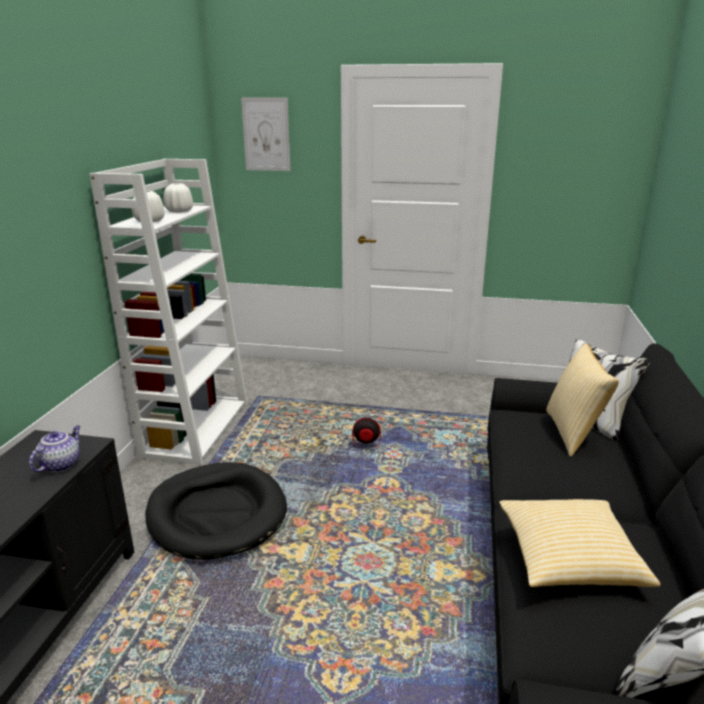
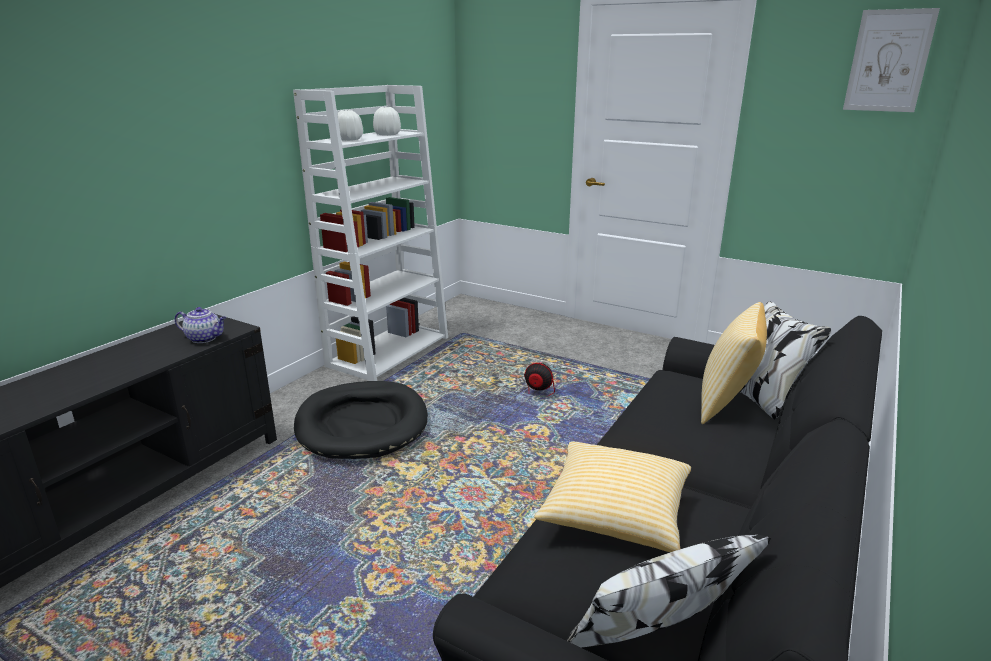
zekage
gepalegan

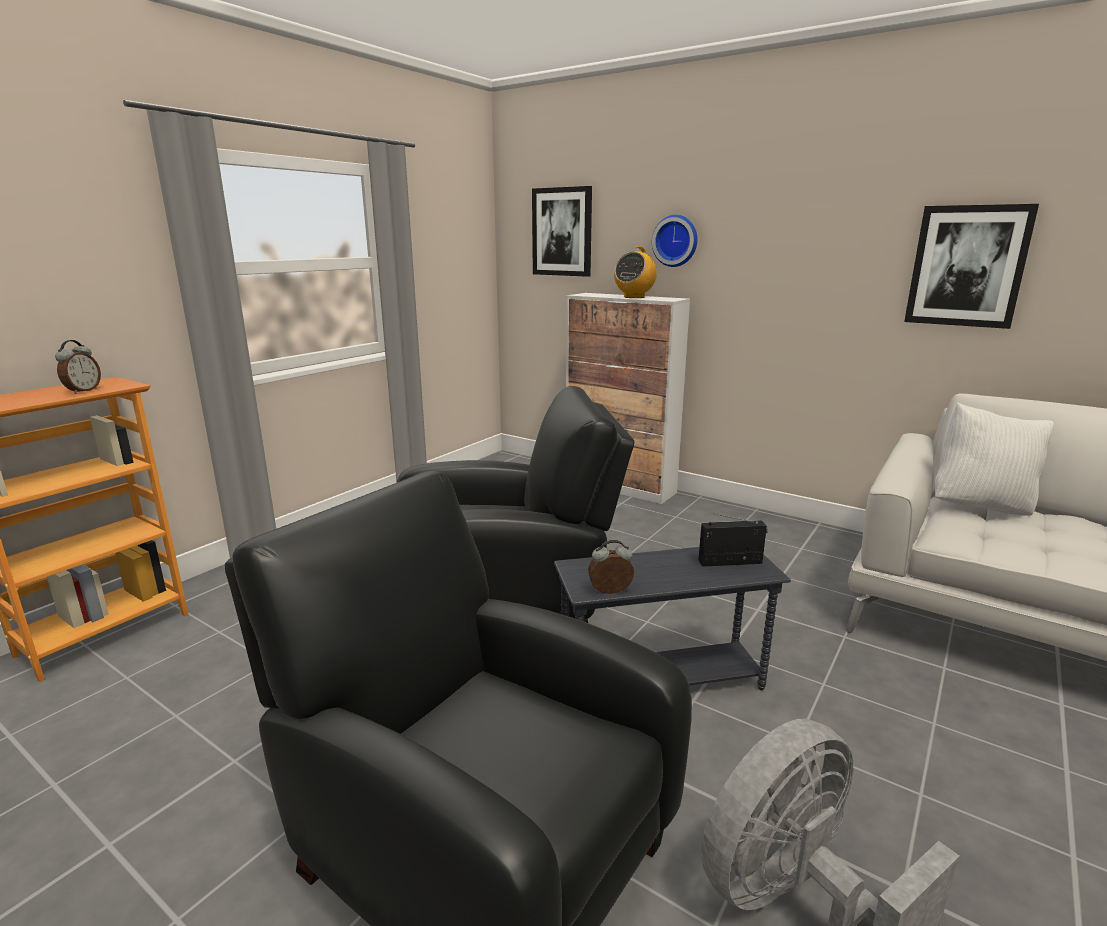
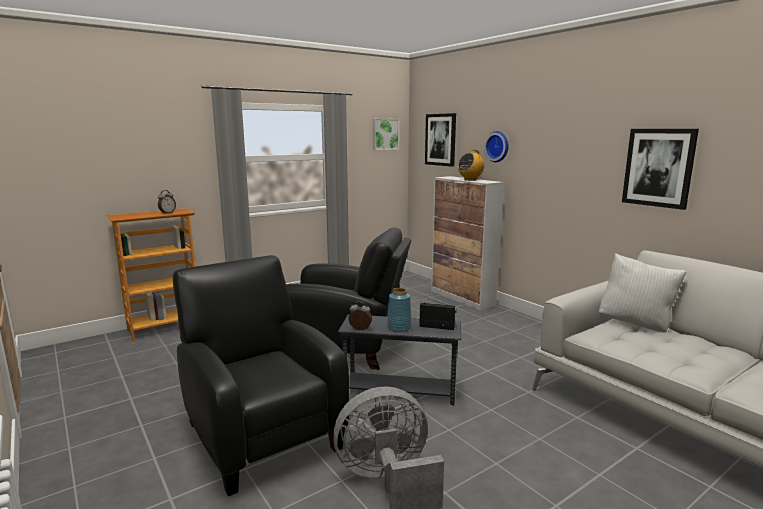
zekage (no. 1 from left)
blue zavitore

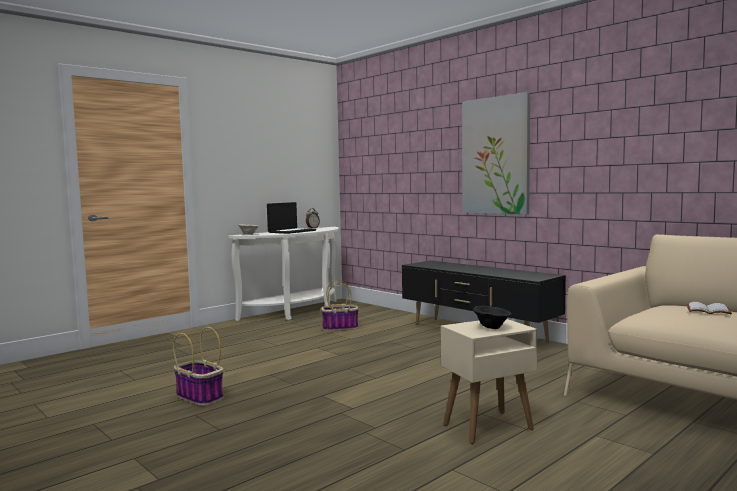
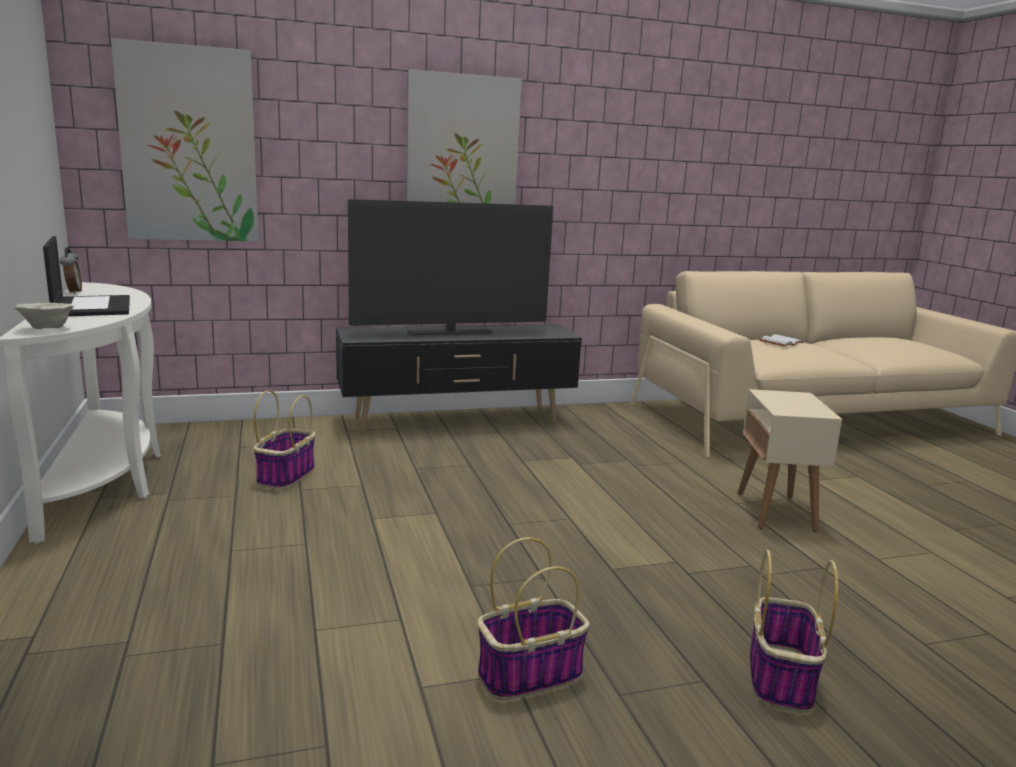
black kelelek
zekage (no. 1 from left)
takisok
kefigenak (no. 3 from left)

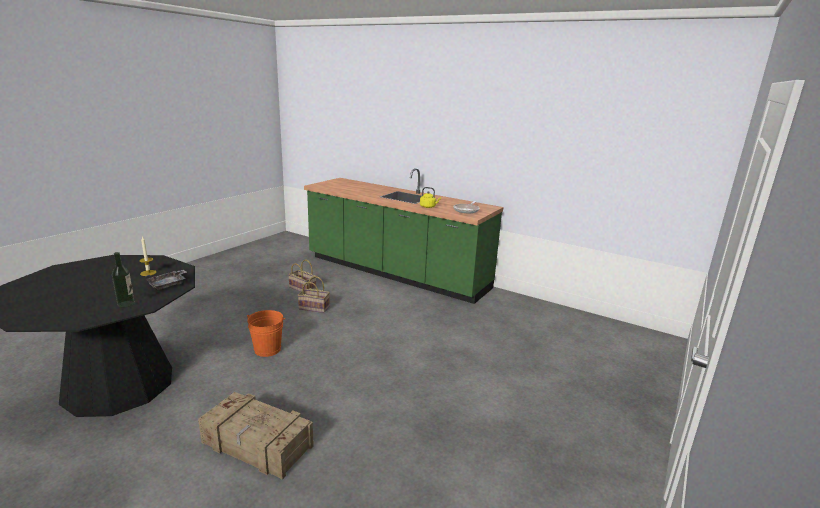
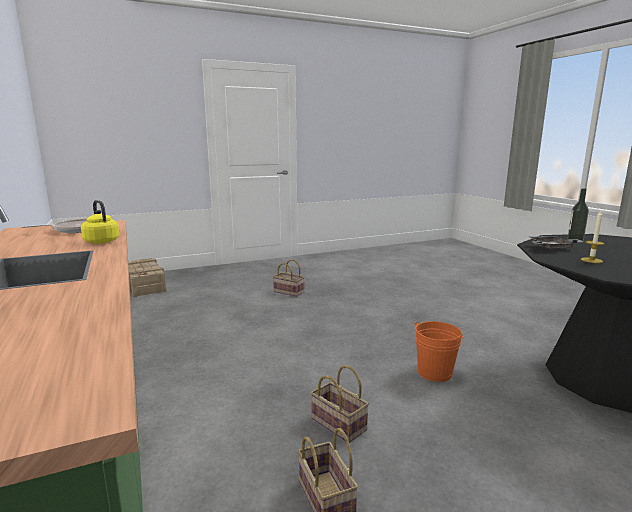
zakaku
kefigenak (no. 1 from left)

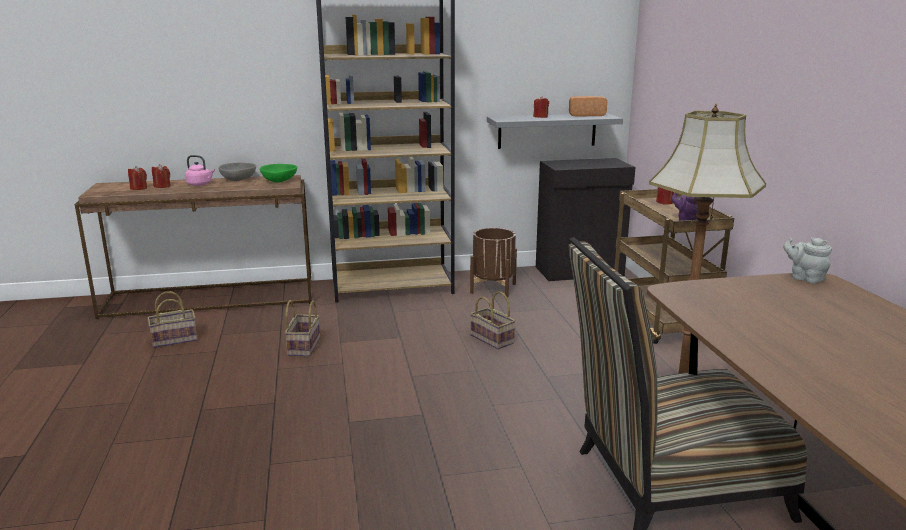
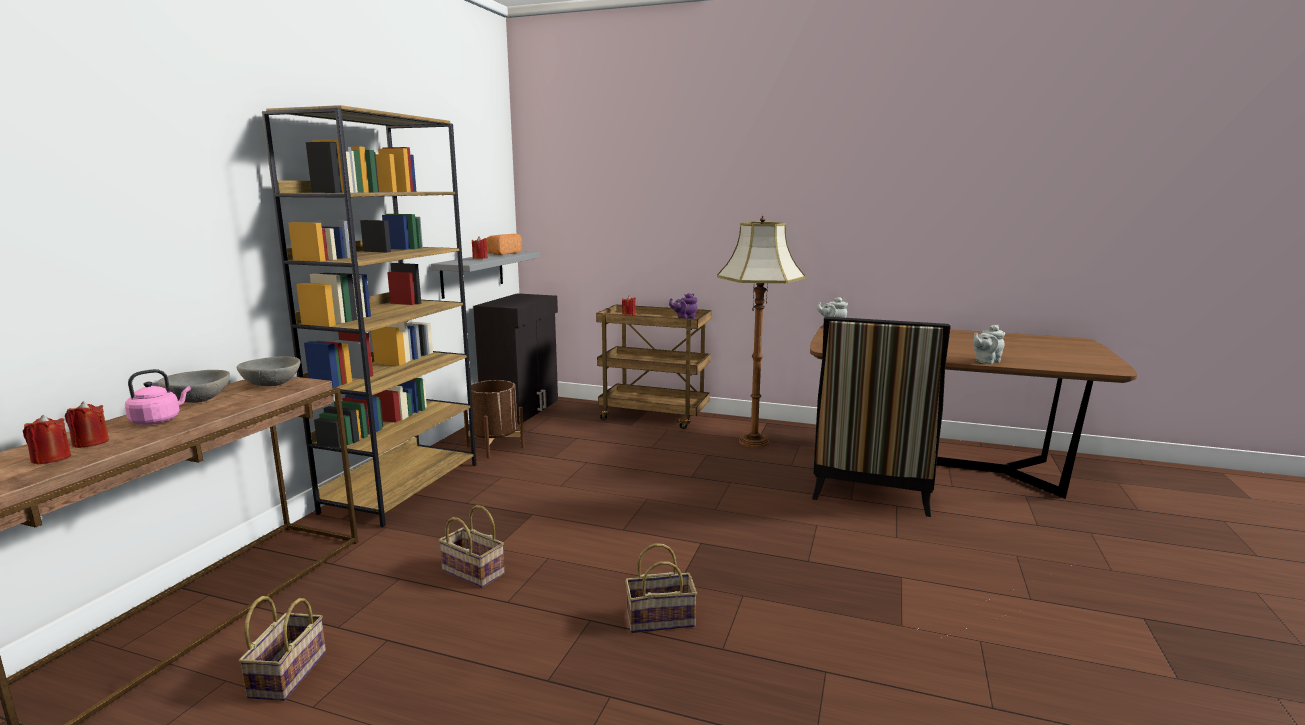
grey kelelek (no. 2 from left)
kefigenak (no. 3 from left)
grey gepalegan (no. 2 from left)

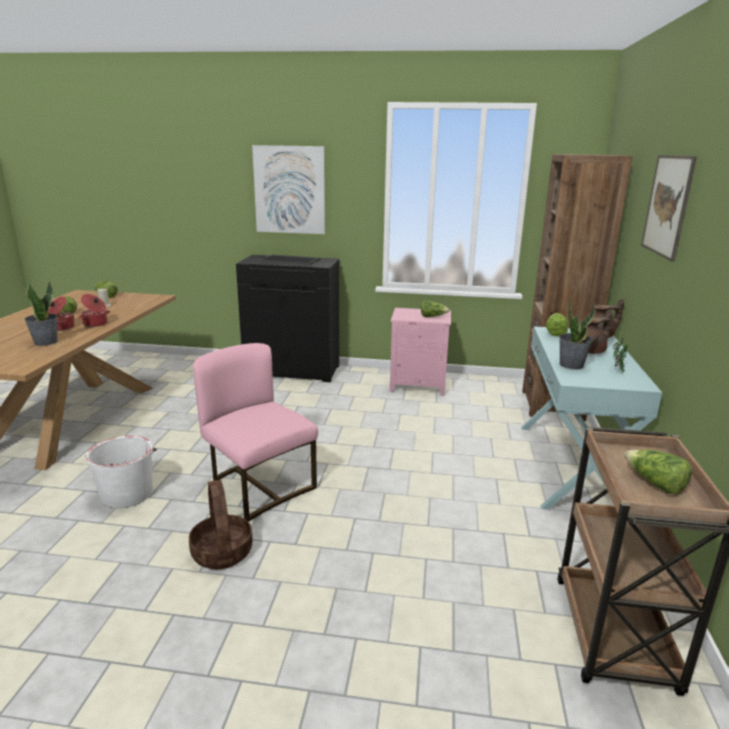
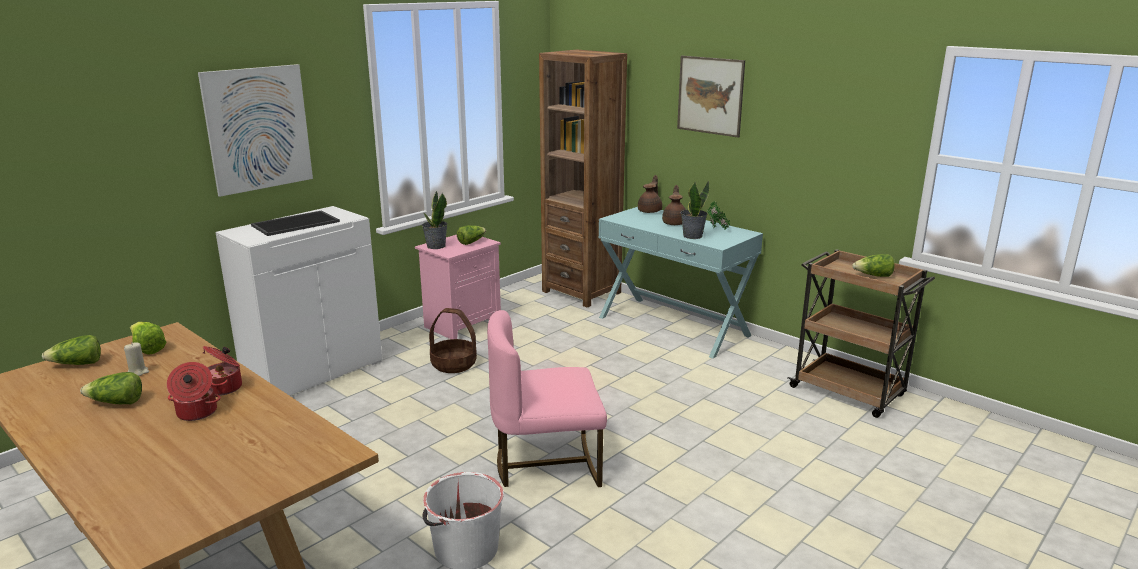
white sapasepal
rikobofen (no. 1 from left)
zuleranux (no. 3 from left)
kefigenak

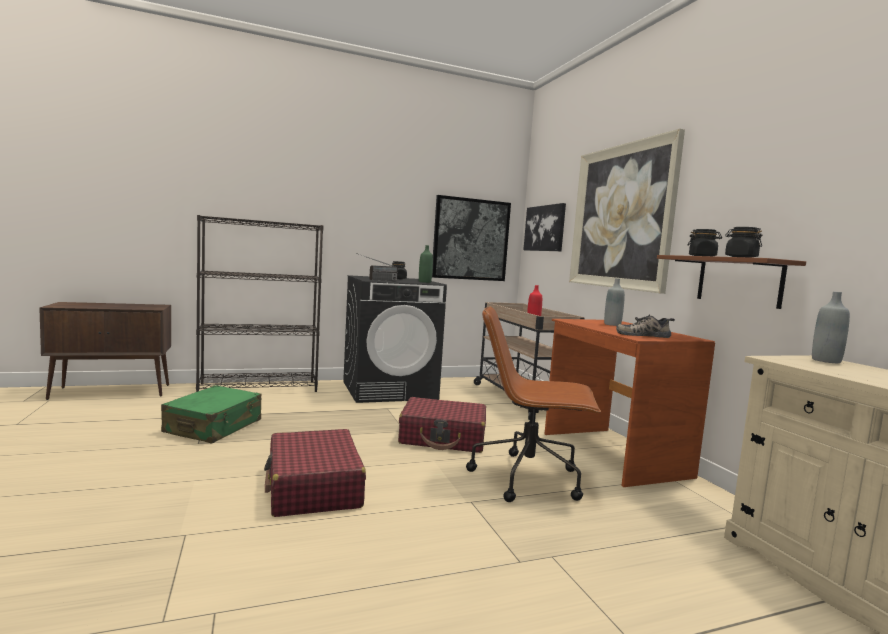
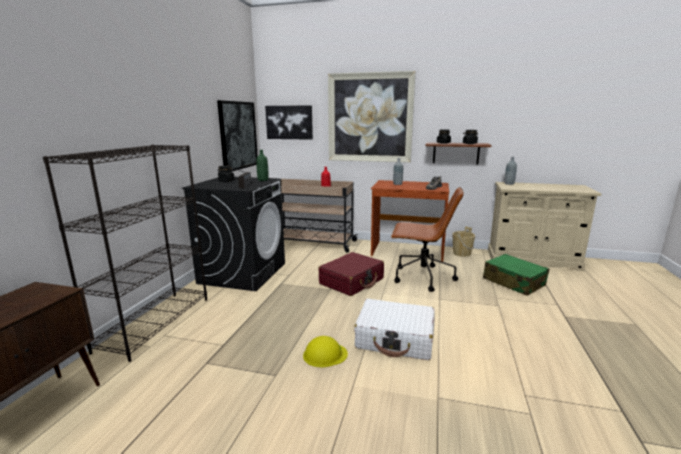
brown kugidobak
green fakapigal
white fakapigal
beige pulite
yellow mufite

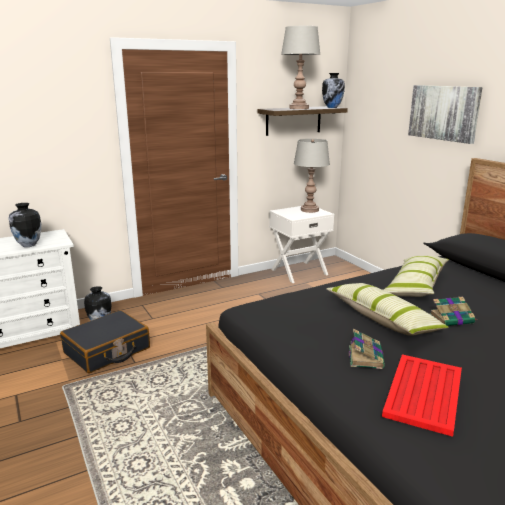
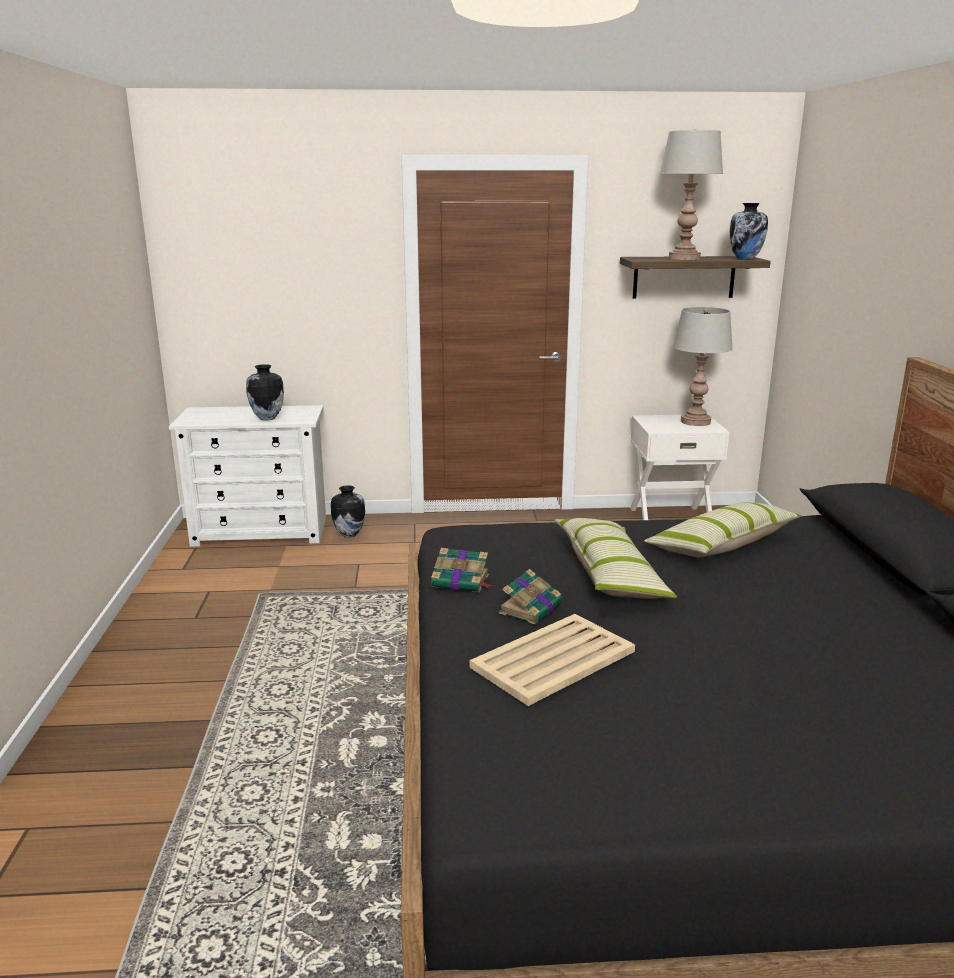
zekage
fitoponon (no. 1 from left)
black fakapigal
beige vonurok

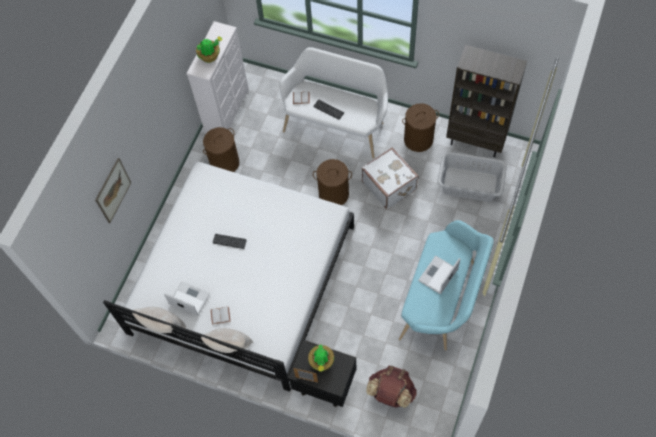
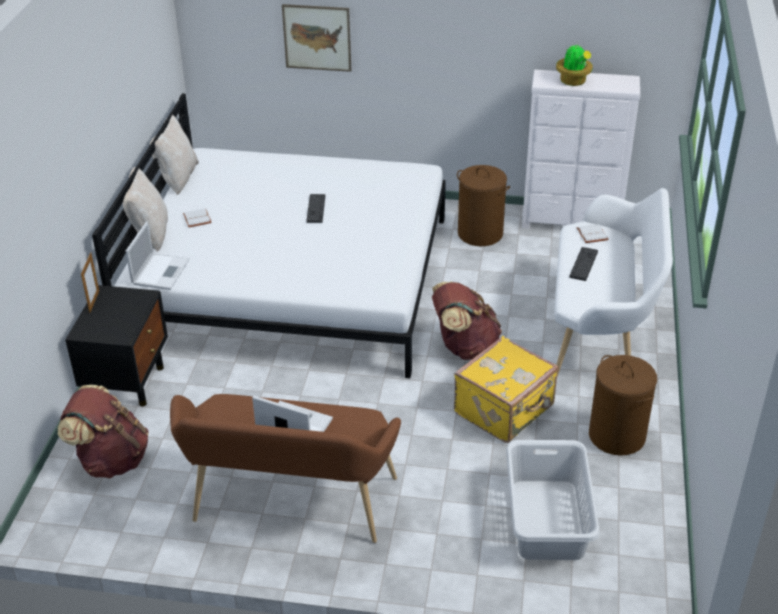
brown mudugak
yellow fakapigal
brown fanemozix (no. 2 from left)
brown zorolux
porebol (no. 1 from left)
rikobofen (no. 2 from left in the first image)

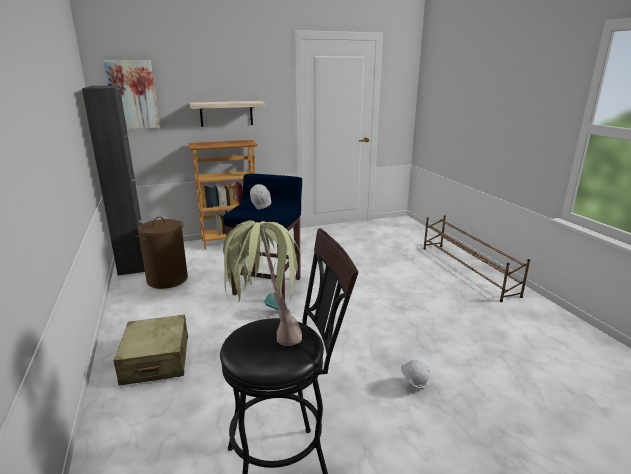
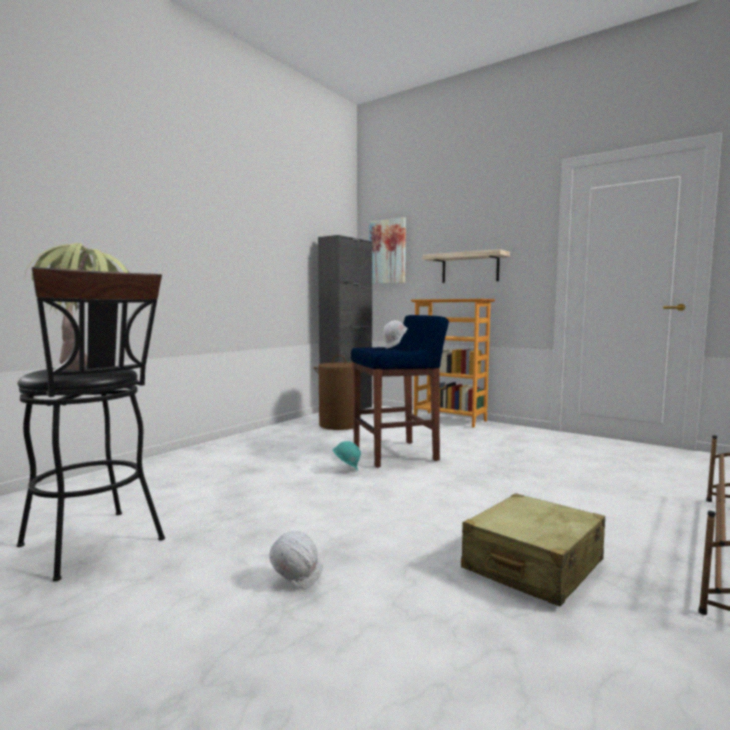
beige fakapigal

